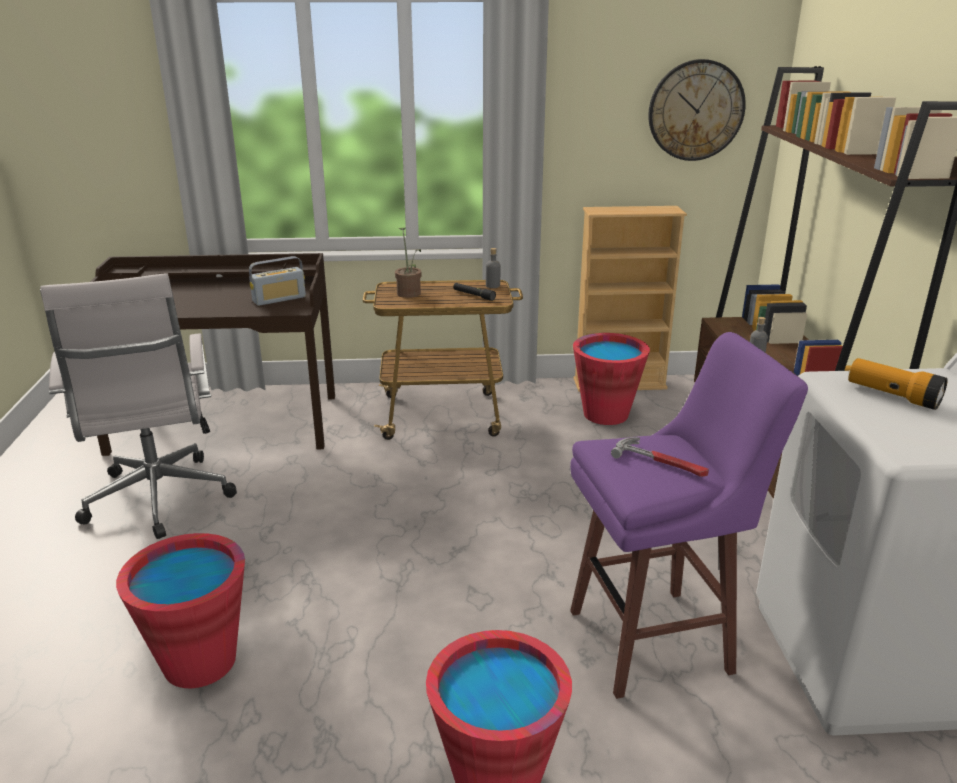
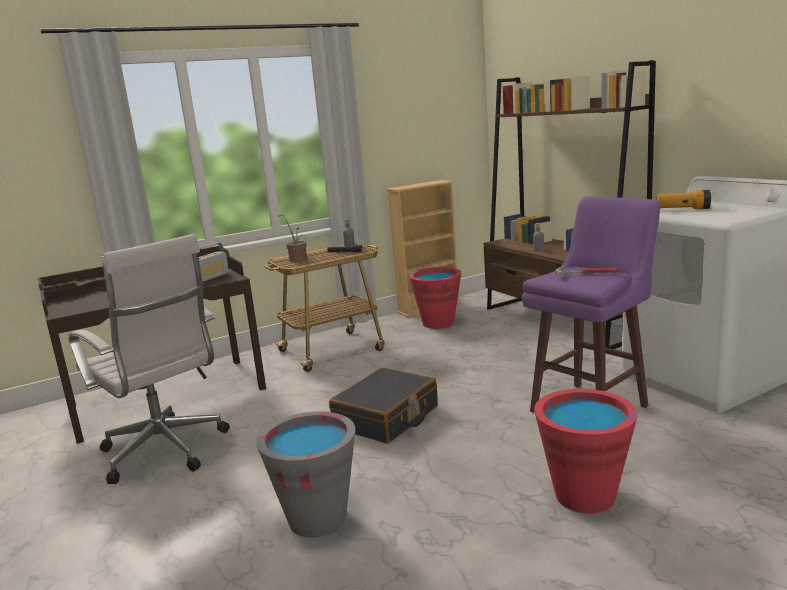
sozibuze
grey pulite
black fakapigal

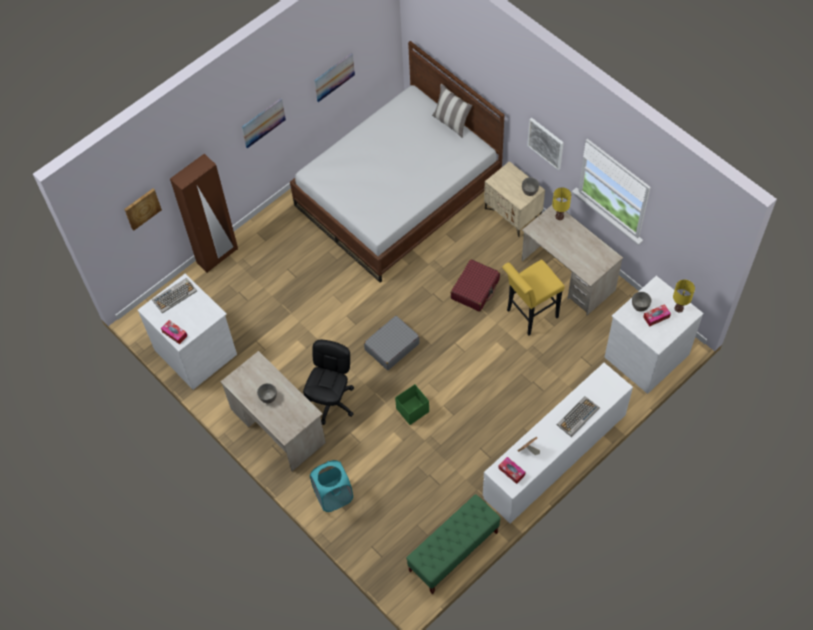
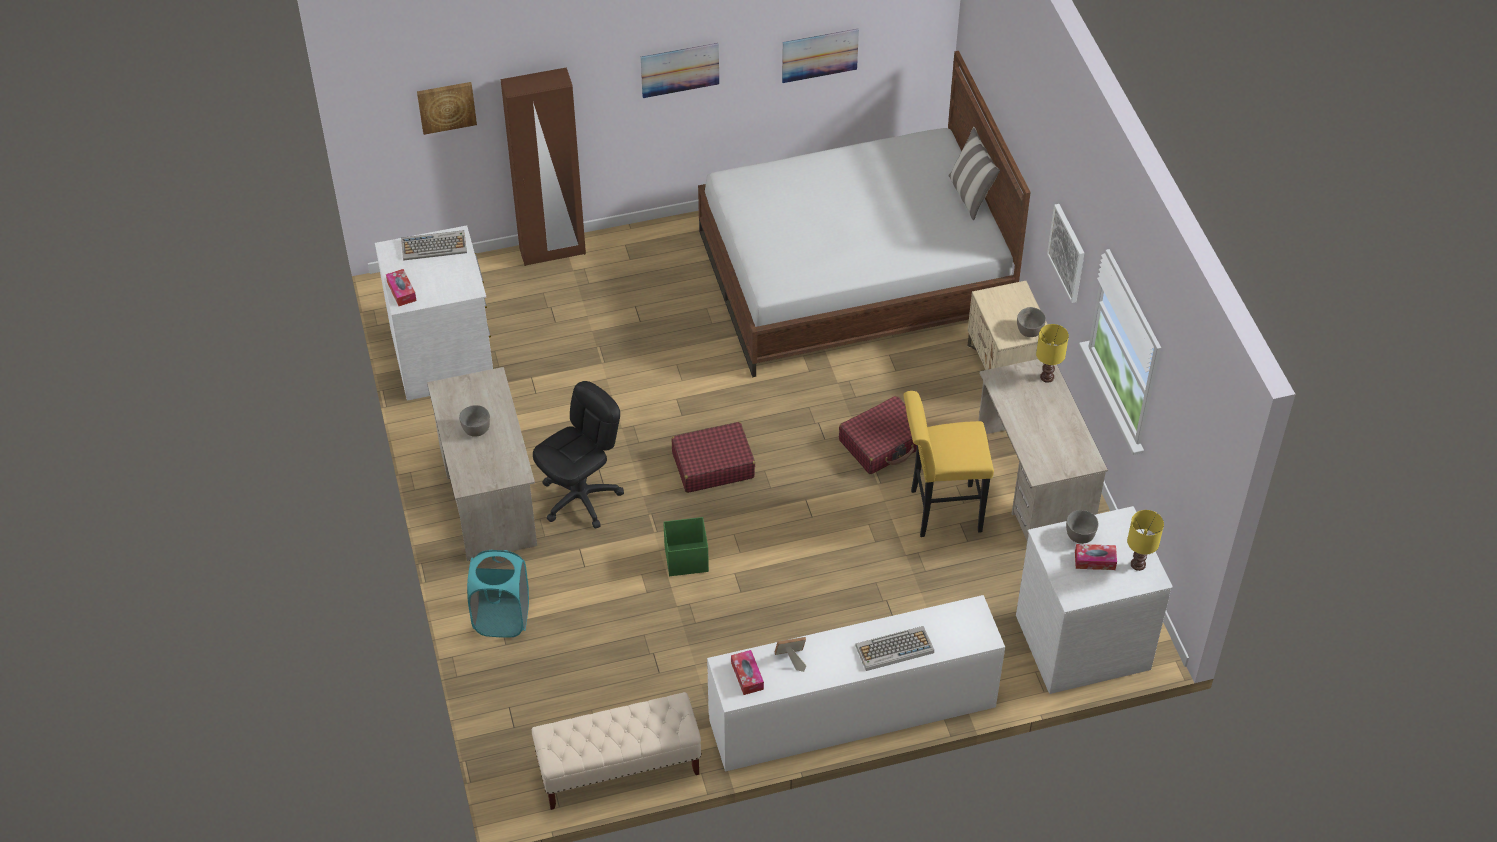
red fakapigal (no. 1 from left)
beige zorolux

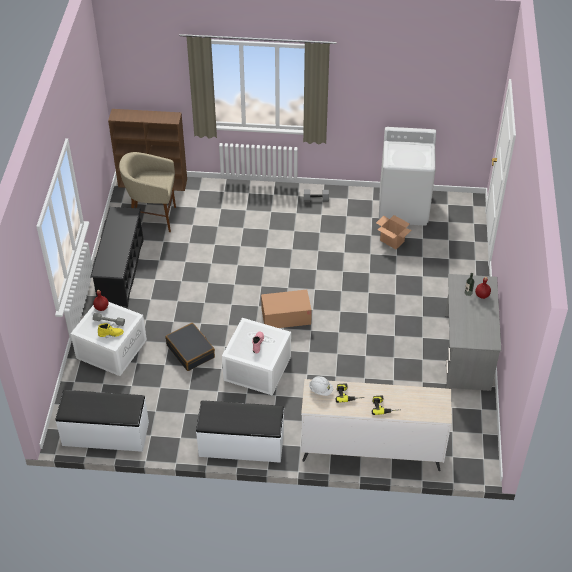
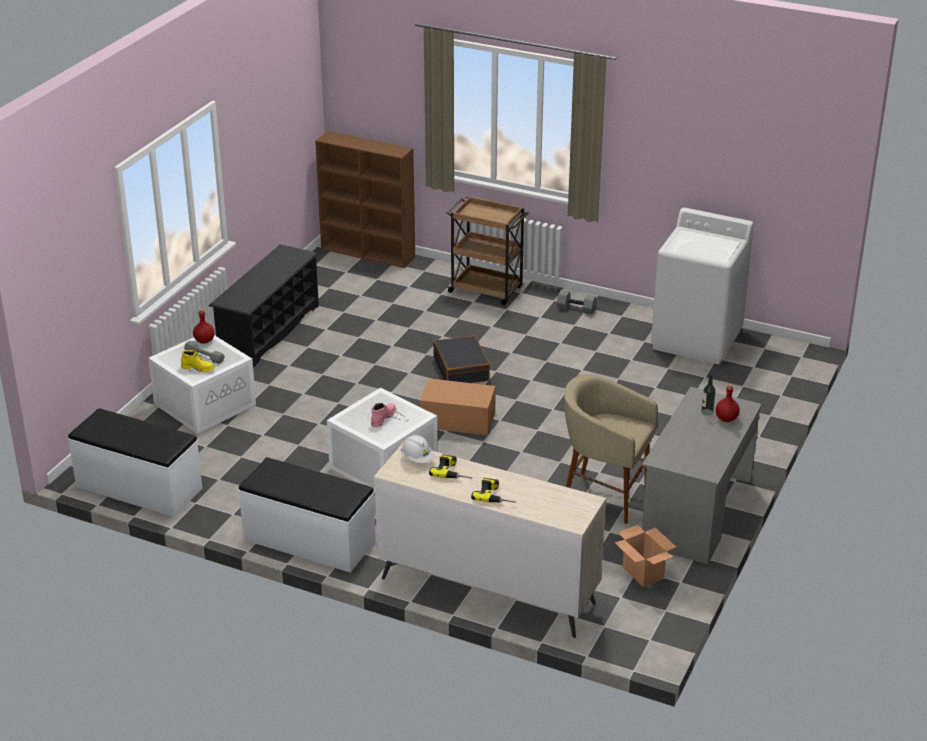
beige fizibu
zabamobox (no. 2 from left)
black fakapigal
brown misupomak

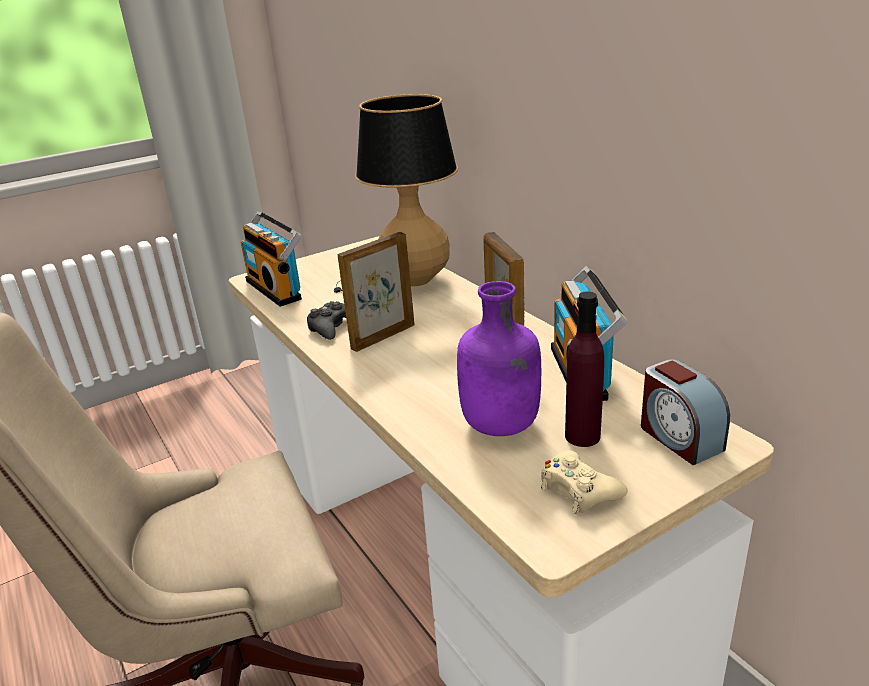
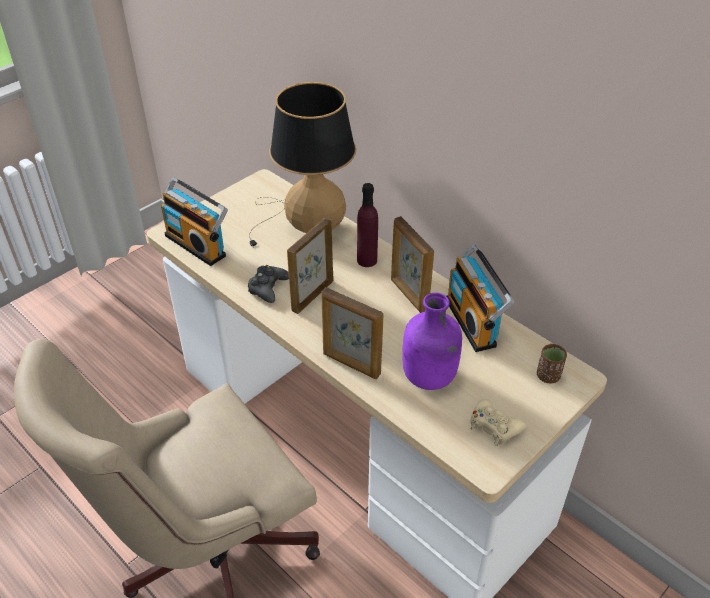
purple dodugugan (no. 1 from left)
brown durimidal
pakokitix (no. 2 from left)

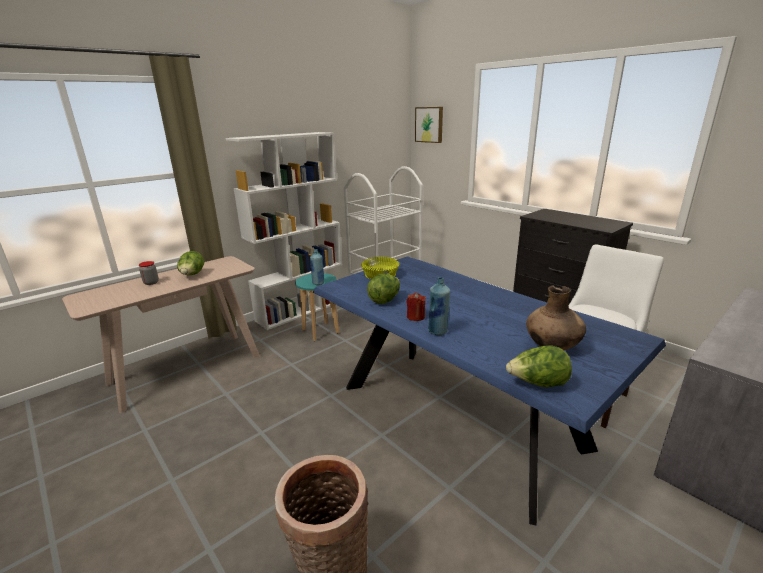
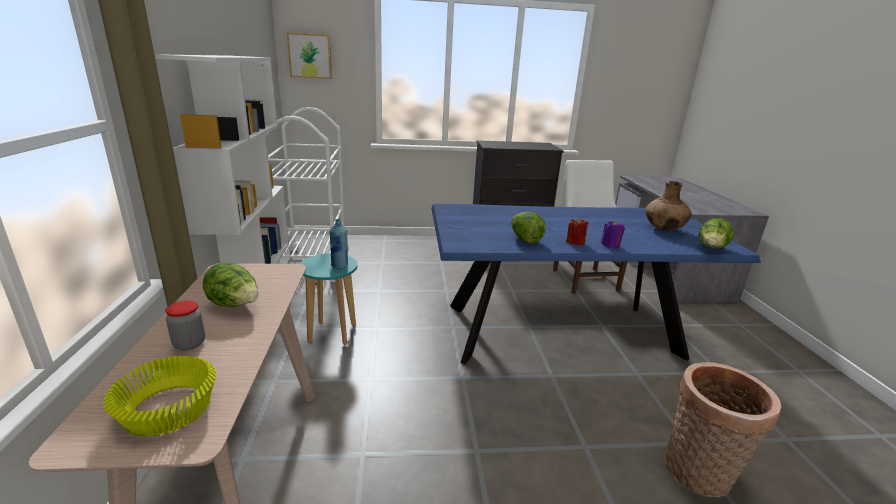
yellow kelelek
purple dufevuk

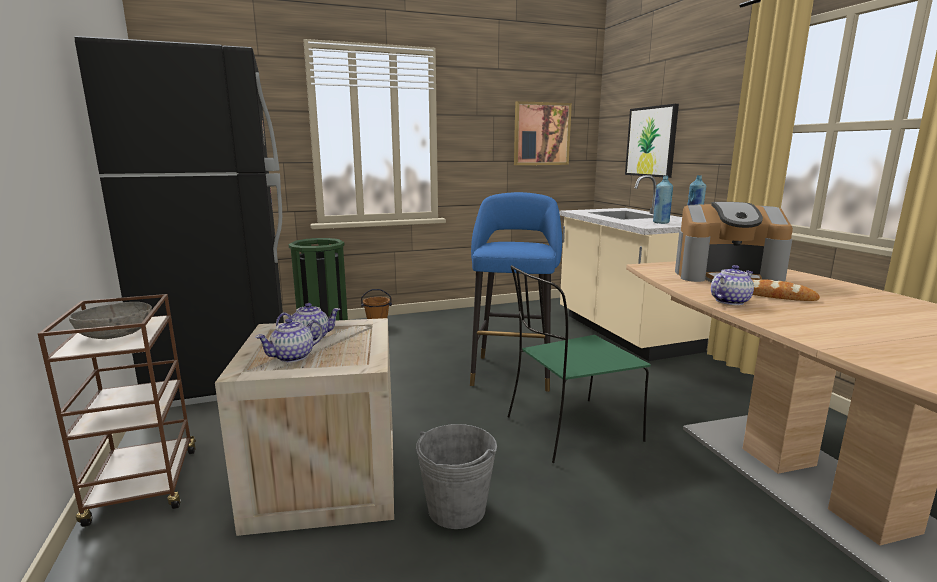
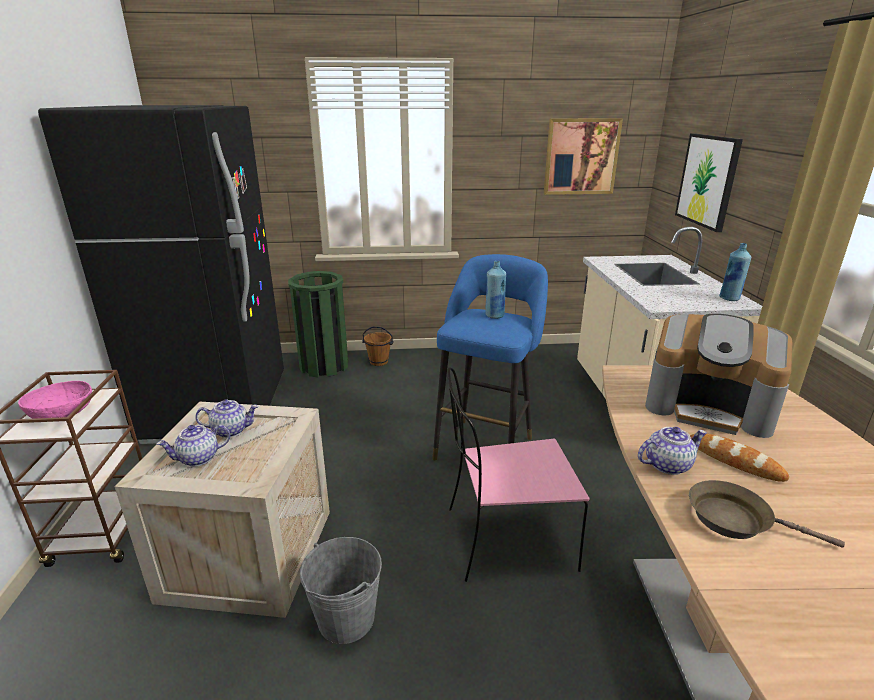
blue dodugugan (no. 1 from left)
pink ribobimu
pink kelelek
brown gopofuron

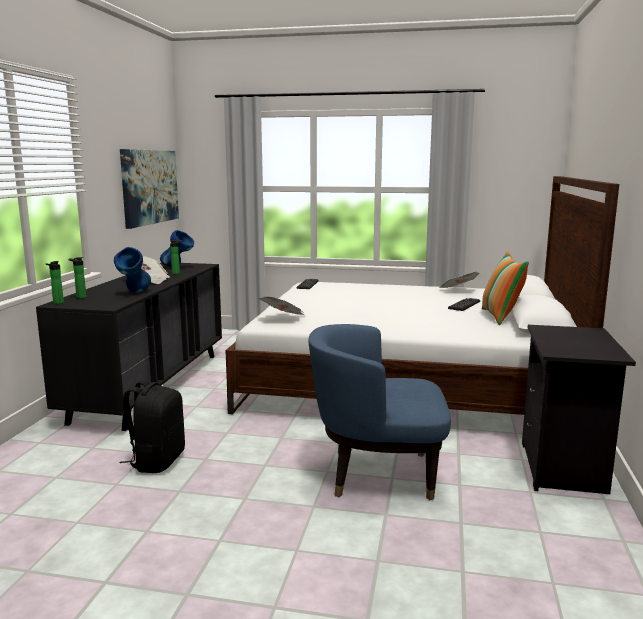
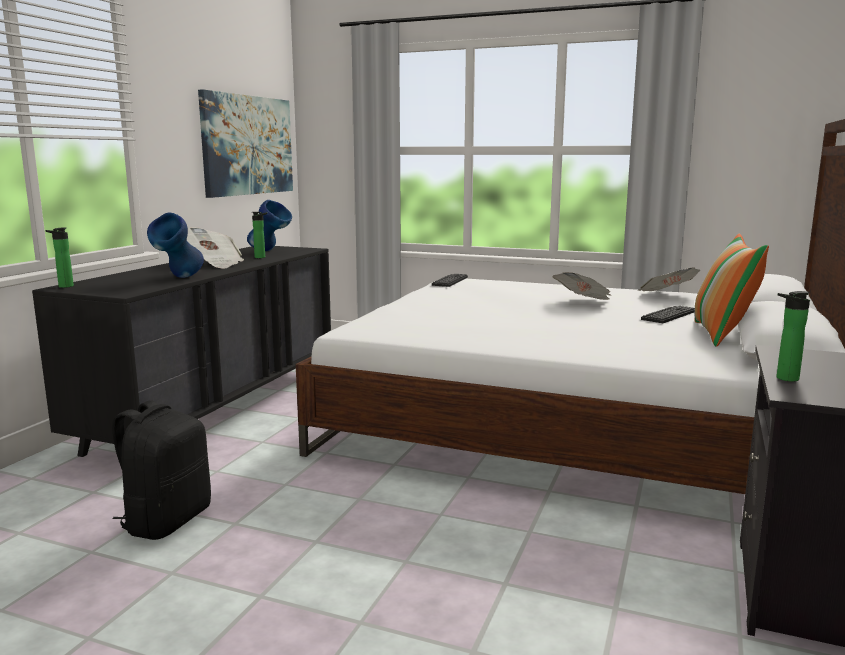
dodugugan (no. 3 from left)
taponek (no. 2 from left)
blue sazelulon

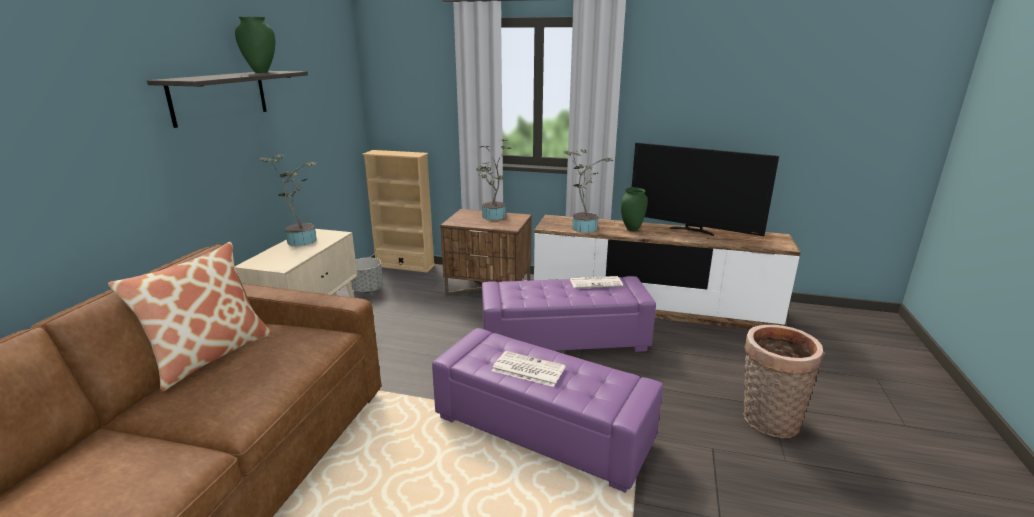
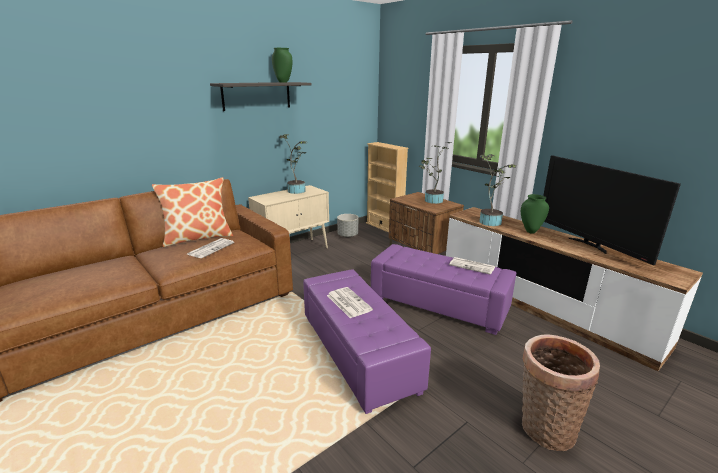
taponek (no. 1 from left)

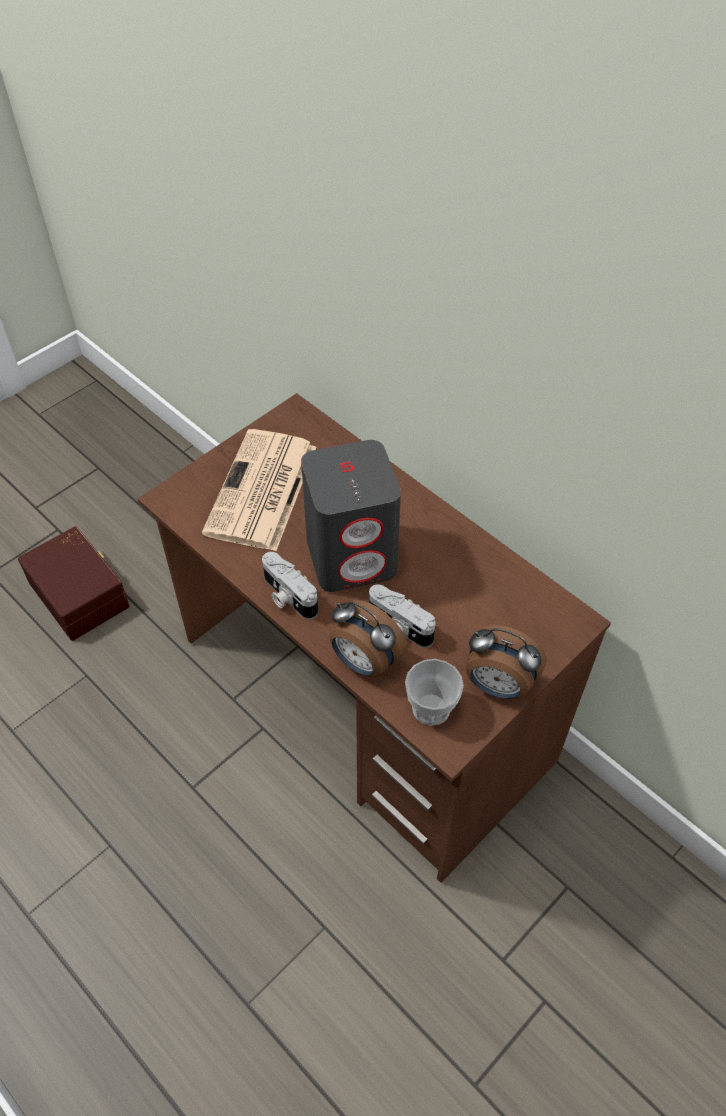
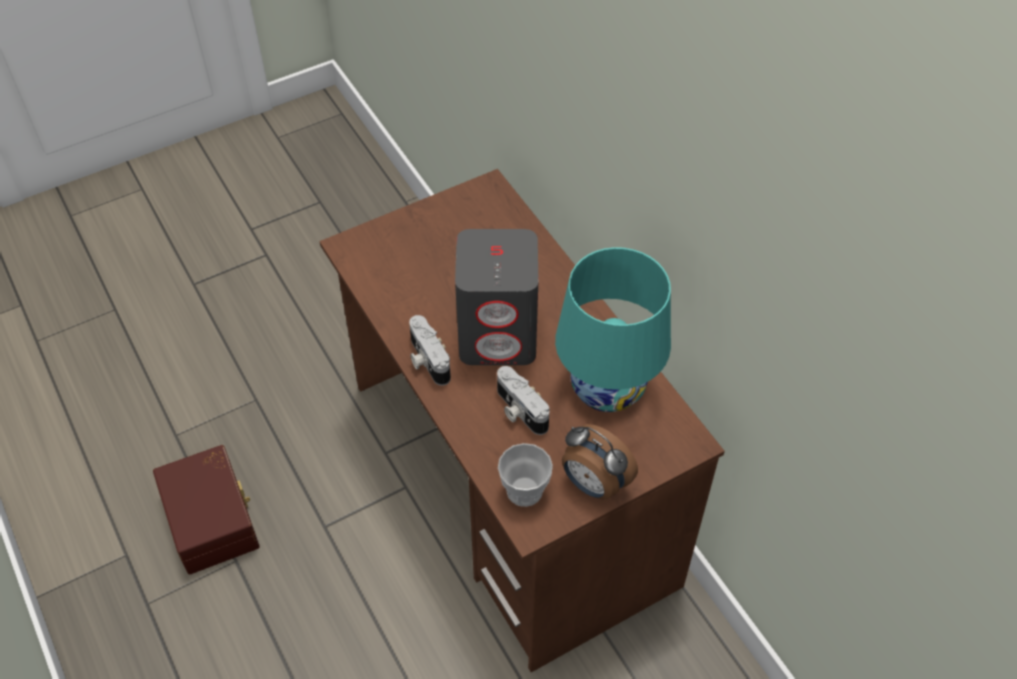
taponek
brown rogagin
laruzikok (no. 1 from left in the first image)
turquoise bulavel

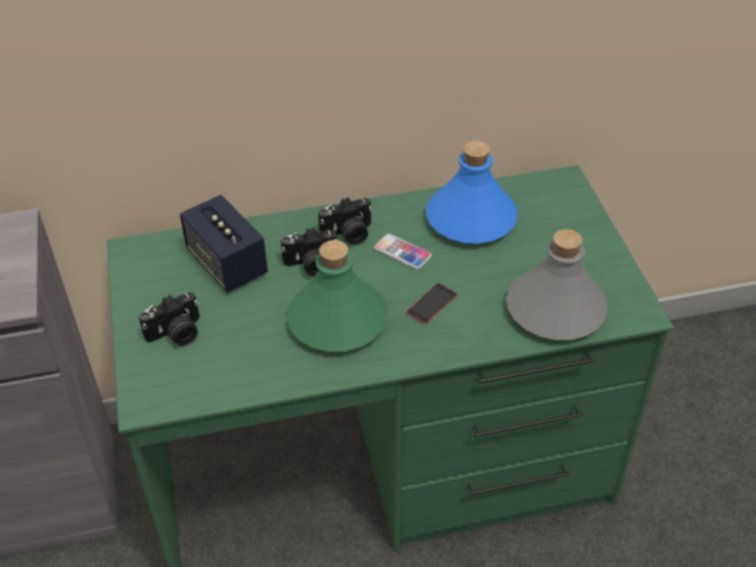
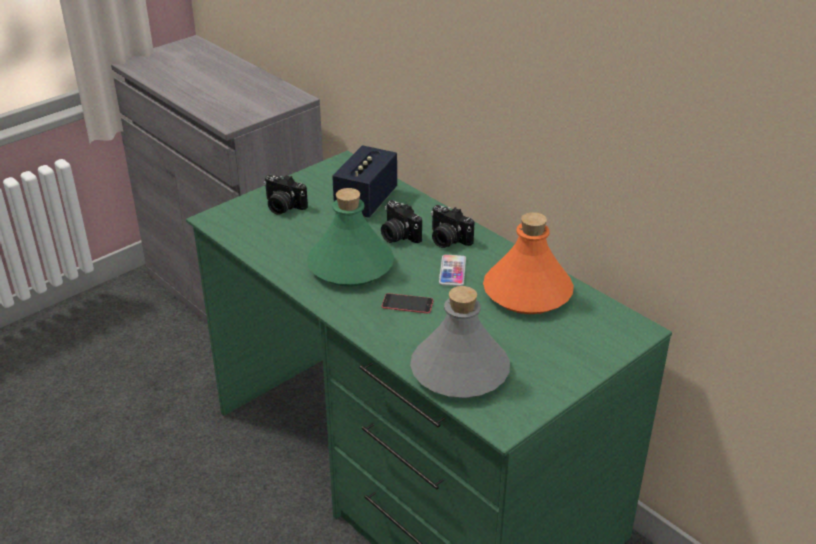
orange dodugugan

